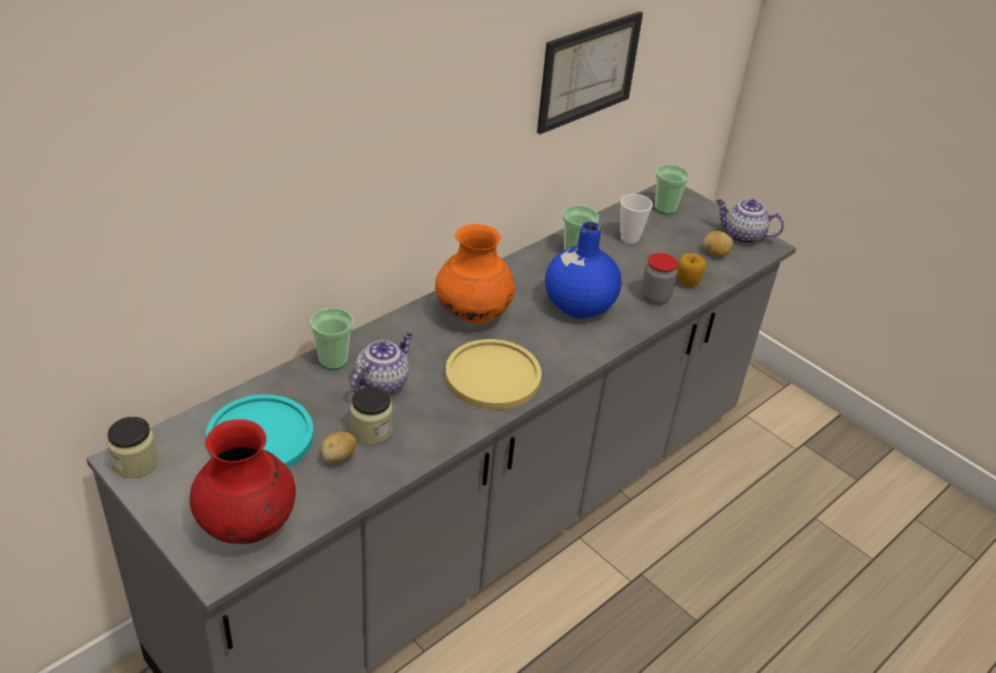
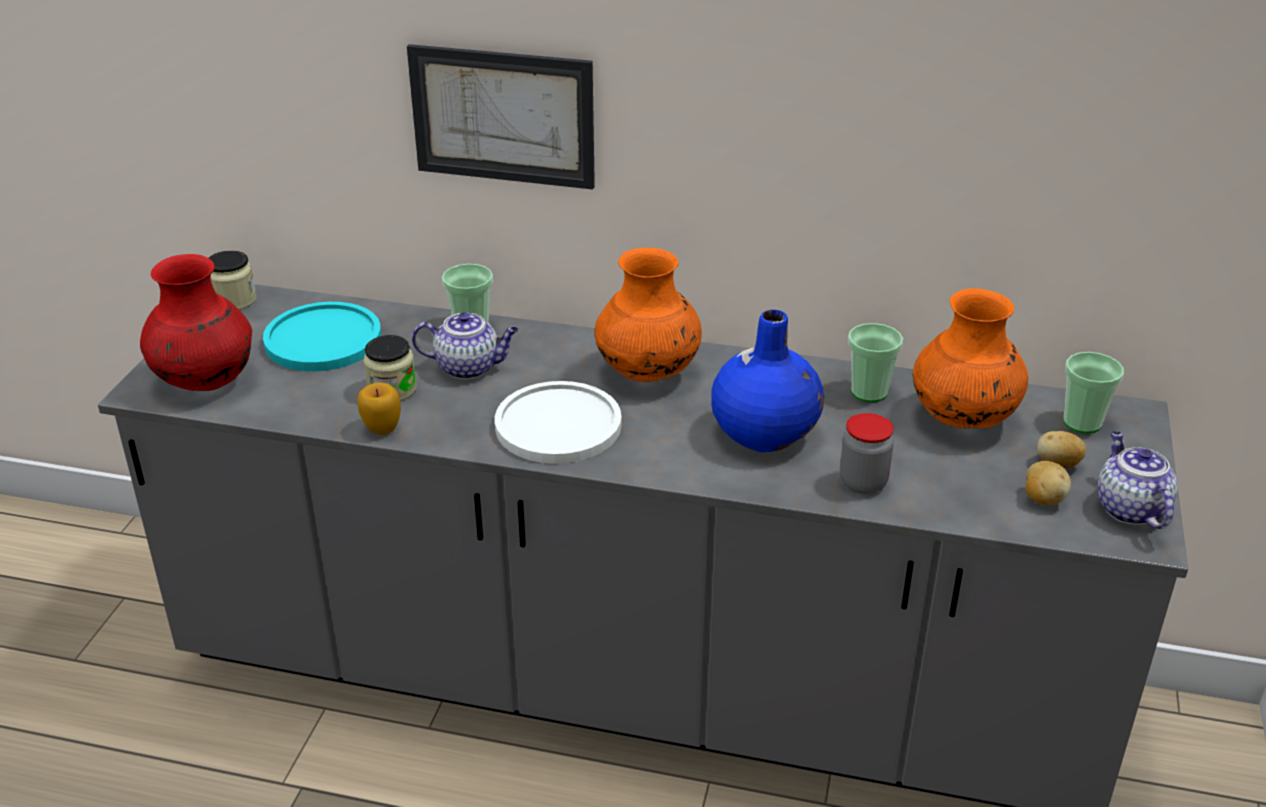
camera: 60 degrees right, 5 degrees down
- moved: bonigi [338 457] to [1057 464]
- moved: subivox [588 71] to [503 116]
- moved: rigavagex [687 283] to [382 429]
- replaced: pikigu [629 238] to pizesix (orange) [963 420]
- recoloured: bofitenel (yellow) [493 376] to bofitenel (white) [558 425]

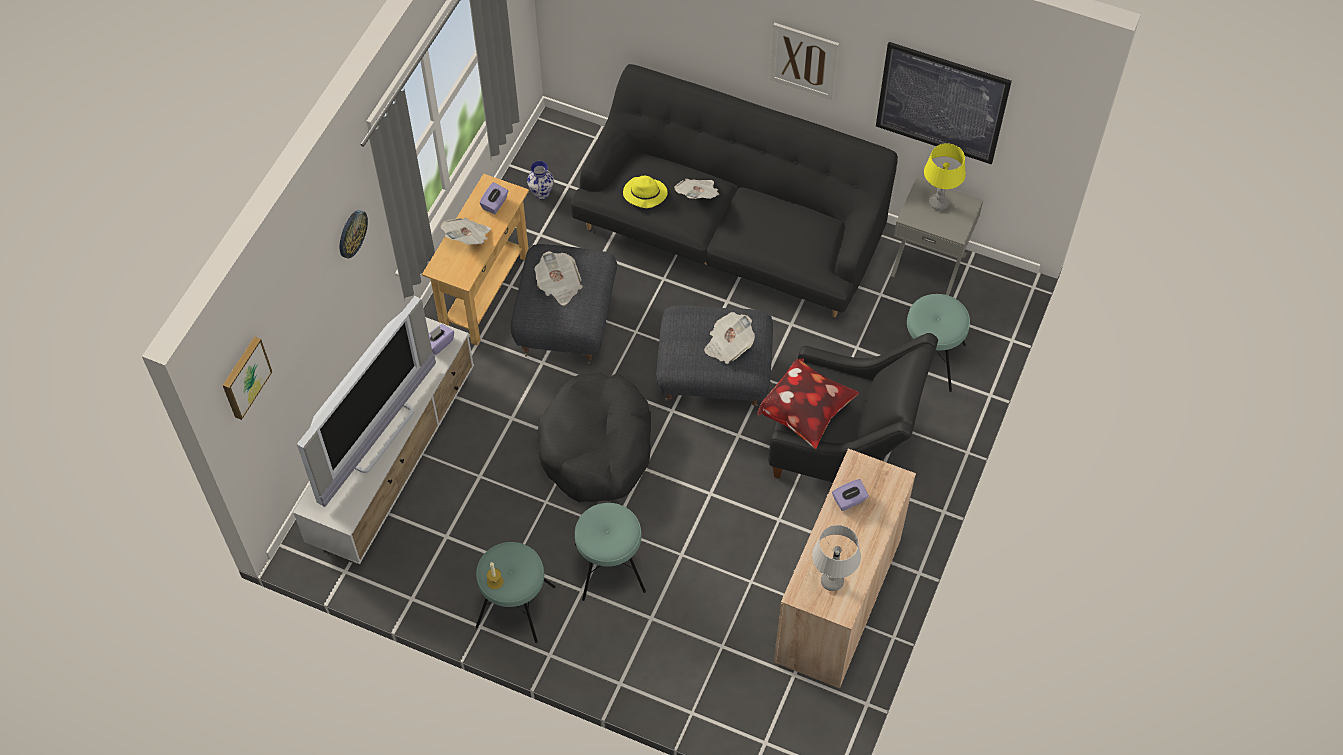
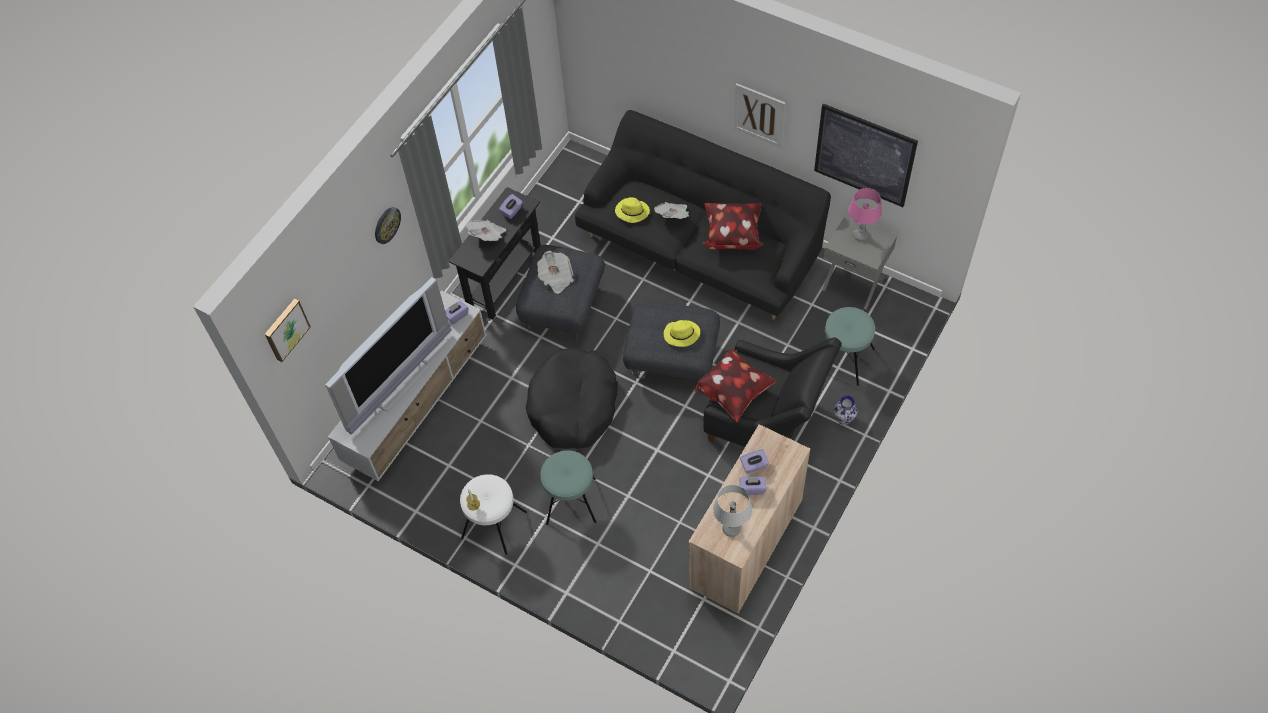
camera: 10 degrees right, 0 degrees up
- added: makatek [732 234]
- added: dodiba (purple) [752 488]
- moved: pizesix [542 193] to [844 419]
- replaced: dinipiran [728 345] to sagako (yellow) [681 335]
- recoloured: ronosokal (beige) [485 293] to ronosokal (black) [504 280]
- recoloured: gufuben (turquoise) [515 606] to gufuben (white) [494 525]
- recoloured: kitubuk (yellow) [938 203] to kitubuk (pink) [860 235]

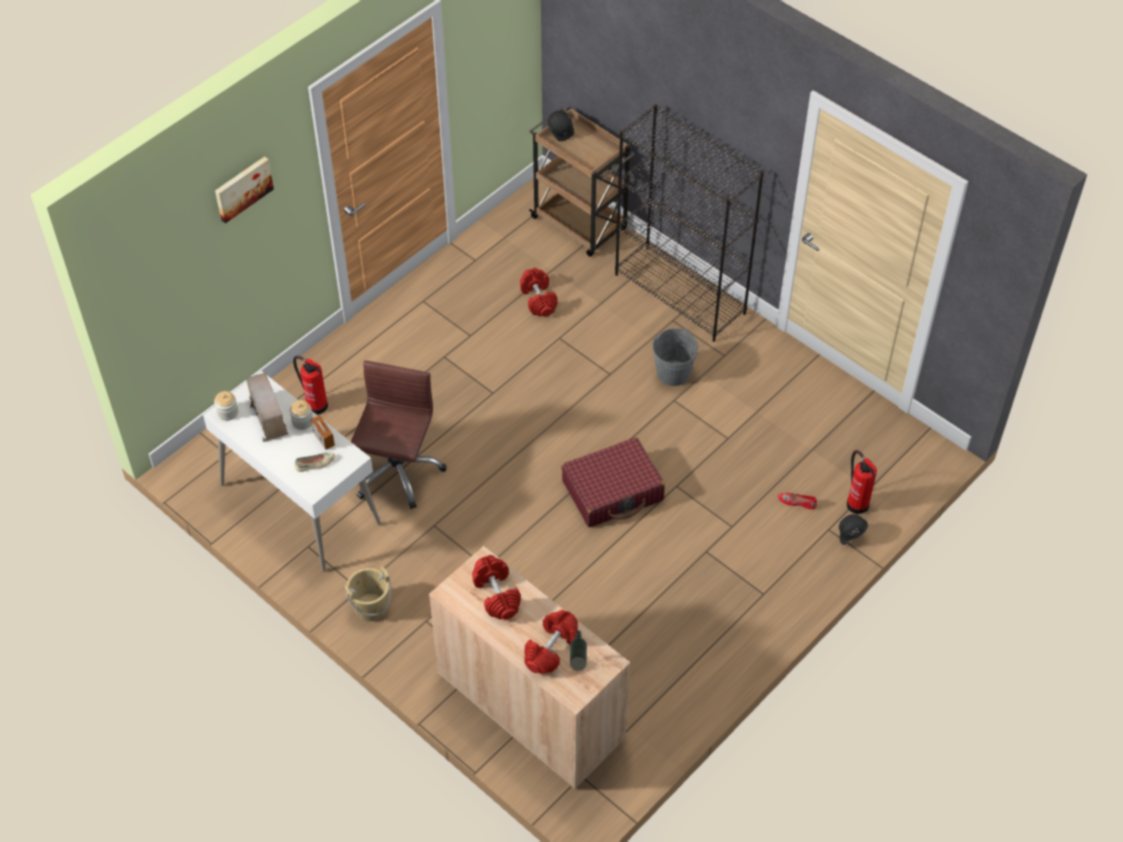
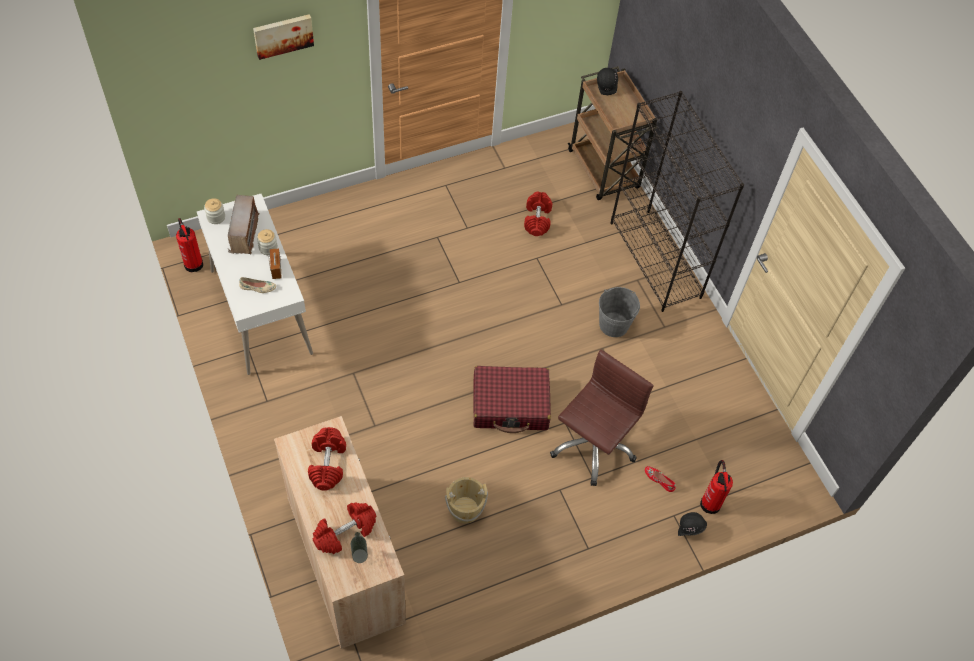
camera: 20 degrees right, 5 degrees up
- moved: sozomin [315 404] to [193 263]
- moved: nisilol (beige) [371 607] to [465 509]
- moved: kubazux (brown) [397 472] to [592 445]

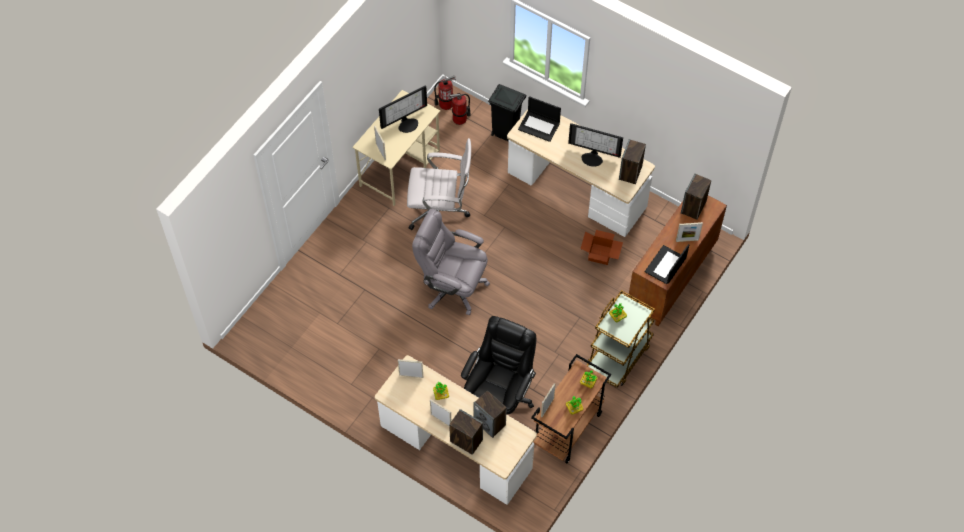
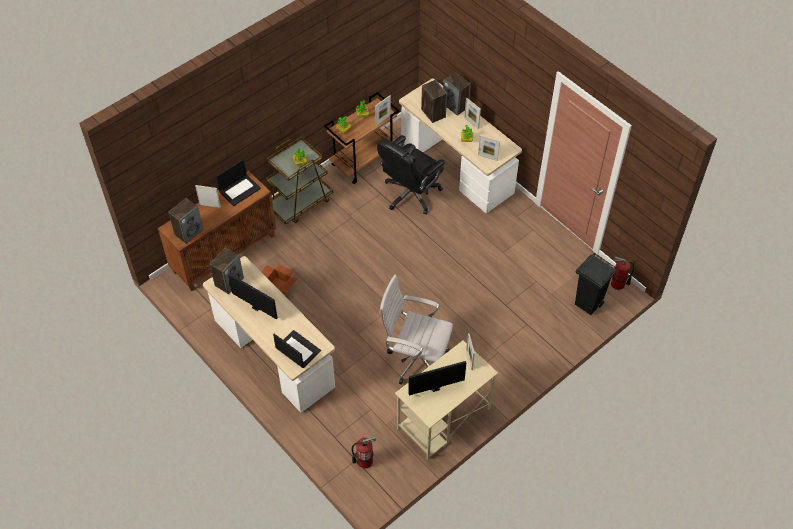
camera: 165 degrees left, 5 degrees down
- removed: kubazux (grey) [452 287]
- moved: sozomin [445 104] to [618 284]
- moved: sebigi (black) [505 133] to [588 304]

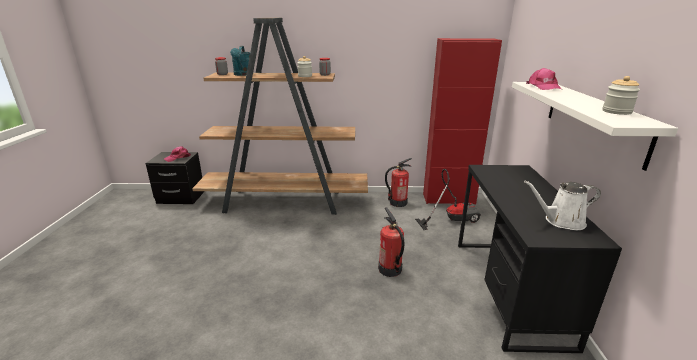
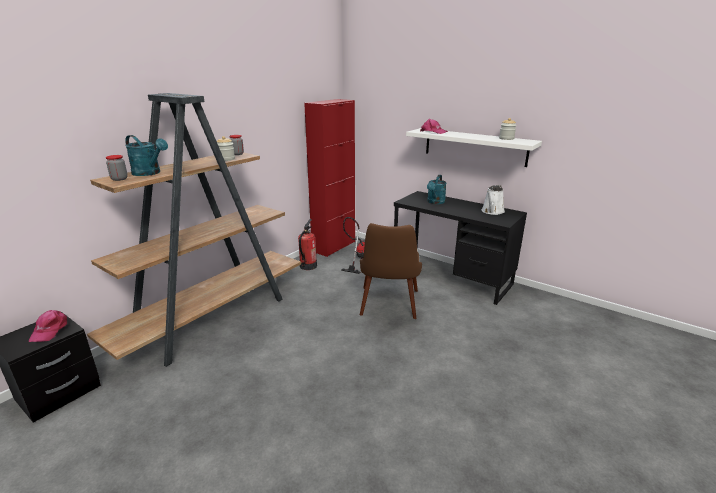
camera: 55 degrees left, 0 degrees up
- added: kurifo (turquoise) [435 202]
- replaced: sozomin [390 269] to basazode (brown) [389 307]

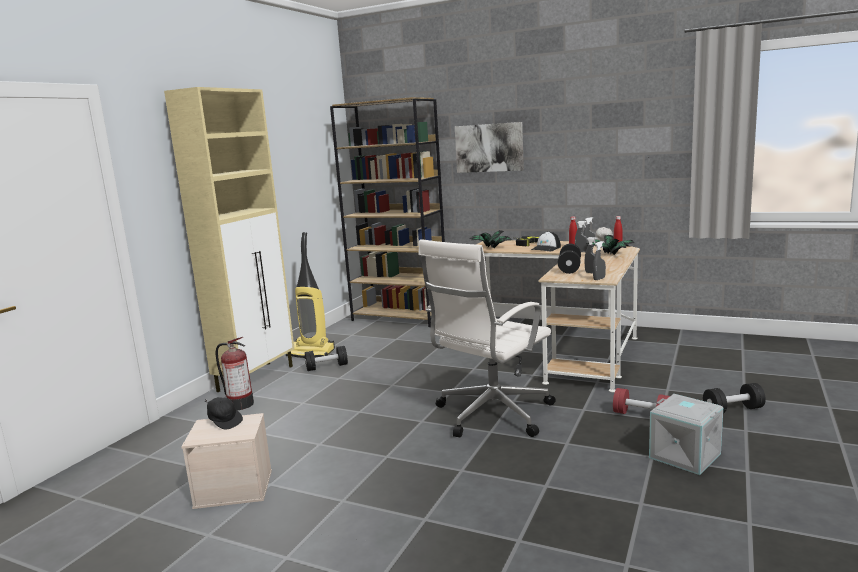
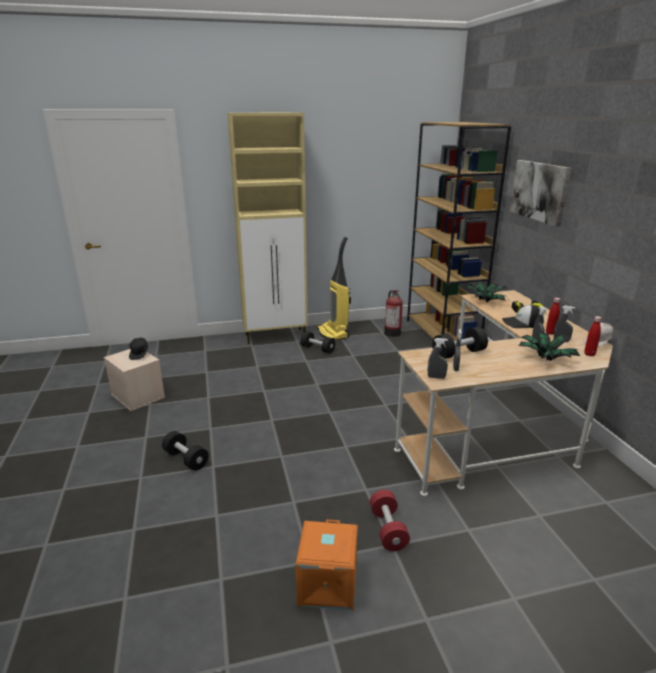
camera: 50 degrees right, 10 degrees up
- removed: kubazux (white) [491 415]
- moved: sozomin [239 404] to [392 332]
- moved: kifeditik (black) [733 410] to [186 459]
- recoloured: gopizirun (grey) [683 456] to gopizirun (orange) [326 583]

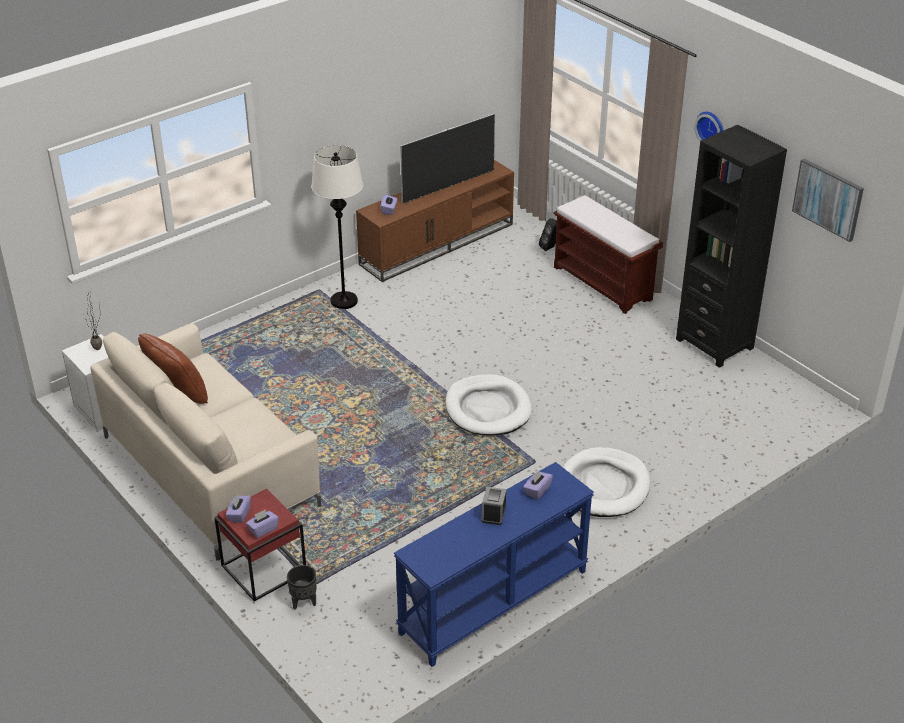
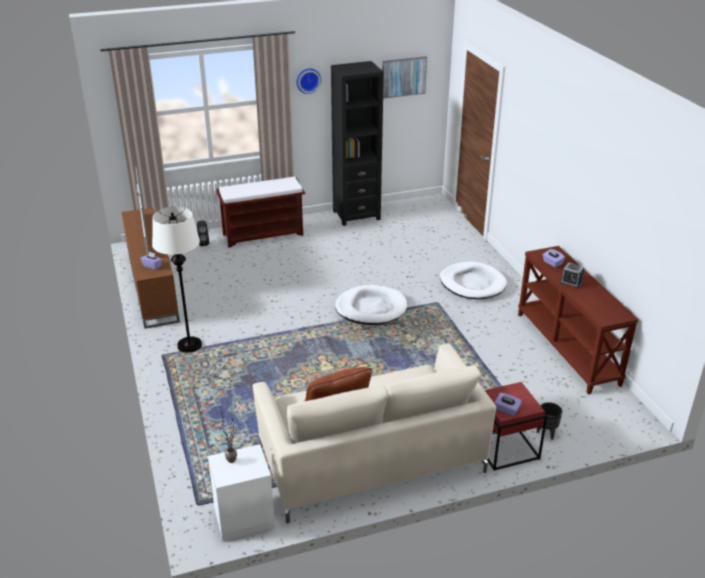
camera: 70 degrees left, 5 degrees down
- removed: dodiba (purple) [263 529]
- recoloured: ronosokal (blue) [494 603] to ronosokal (brown) [568 348]

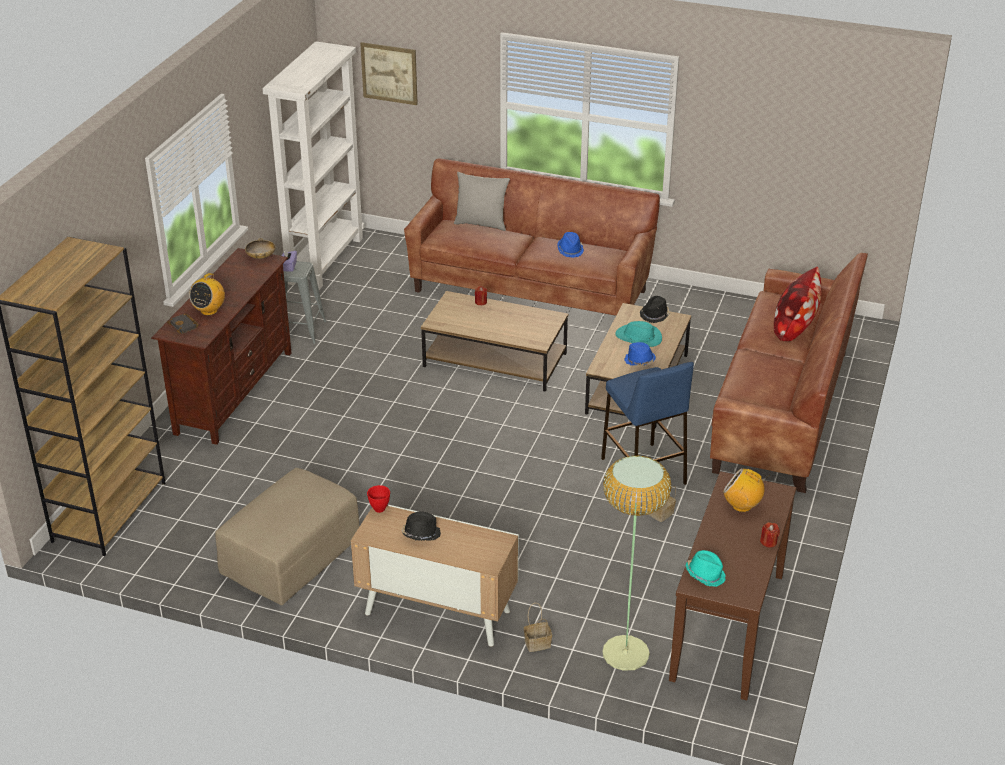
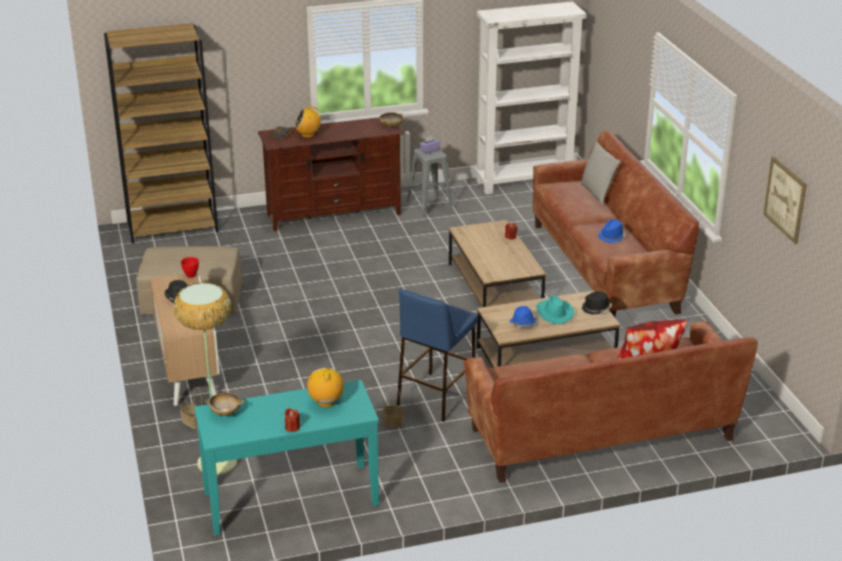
camera: 55 degrees right, 5 degrees down
- moved: subivox [389 73] to [785 199]
- replaced: sagako (turquoise) [705 574] to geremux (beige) [225 412]
- recoloured: ronosokal (brown) [728 626] to ronosokal (turquoise) [291 499]

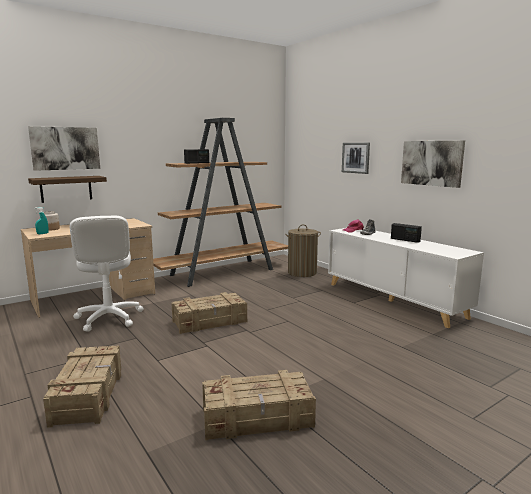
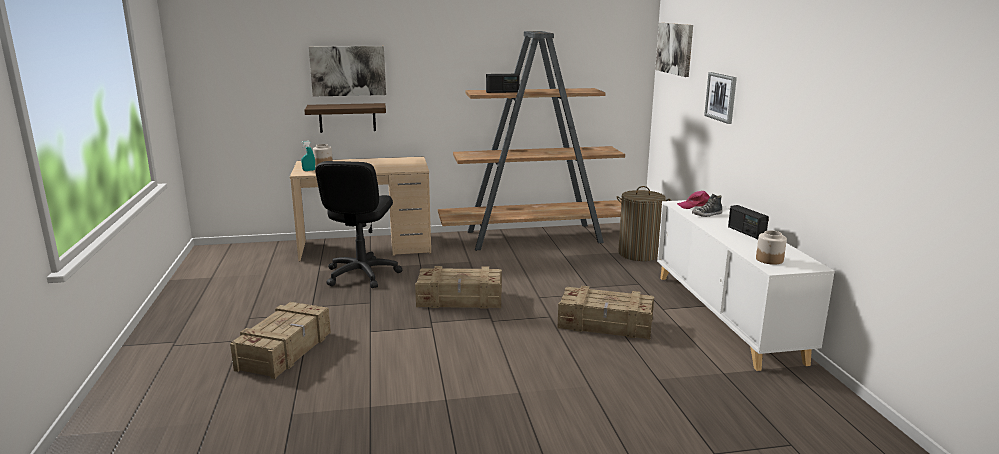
camera: 25 degrees right, 5 degrees up
- added: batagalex [769 260]
- moved: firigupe [258 418] to [606 325]
- moved: subivox [431 163] to [675 48]
- recoloured: kubazux (white) [109 318] to kubazux (black) [361 275]

